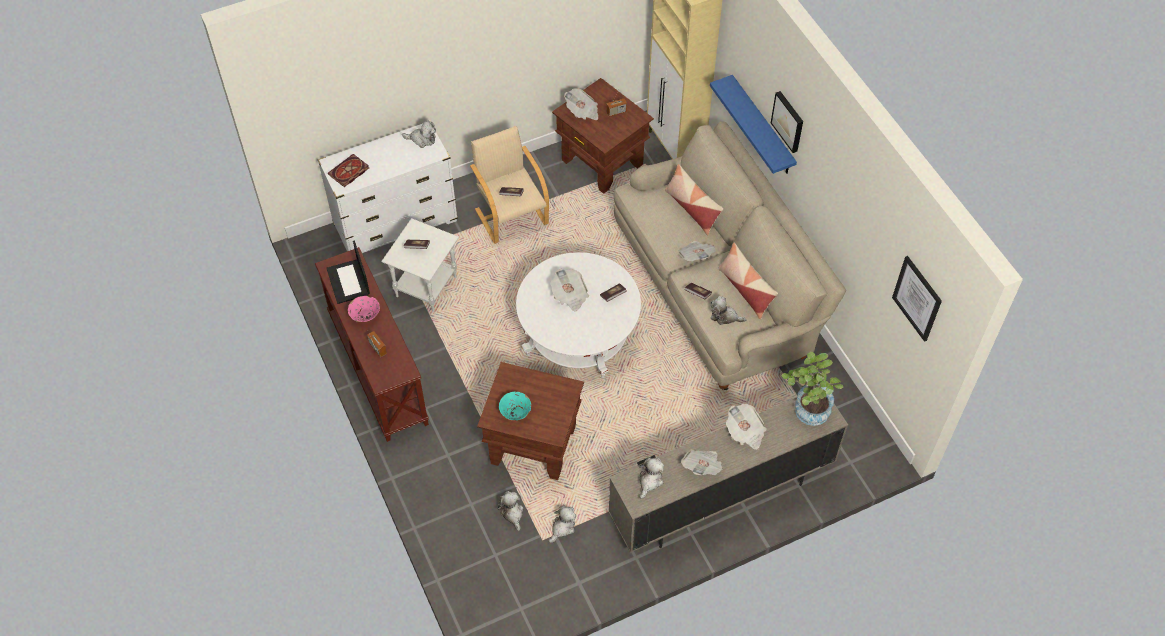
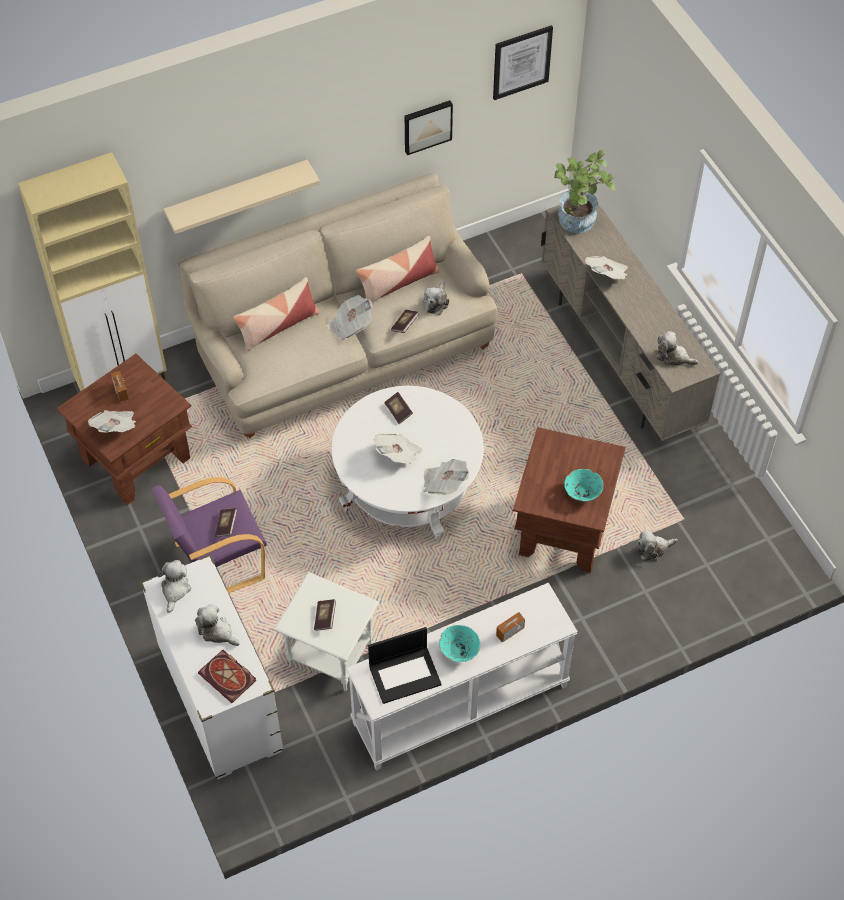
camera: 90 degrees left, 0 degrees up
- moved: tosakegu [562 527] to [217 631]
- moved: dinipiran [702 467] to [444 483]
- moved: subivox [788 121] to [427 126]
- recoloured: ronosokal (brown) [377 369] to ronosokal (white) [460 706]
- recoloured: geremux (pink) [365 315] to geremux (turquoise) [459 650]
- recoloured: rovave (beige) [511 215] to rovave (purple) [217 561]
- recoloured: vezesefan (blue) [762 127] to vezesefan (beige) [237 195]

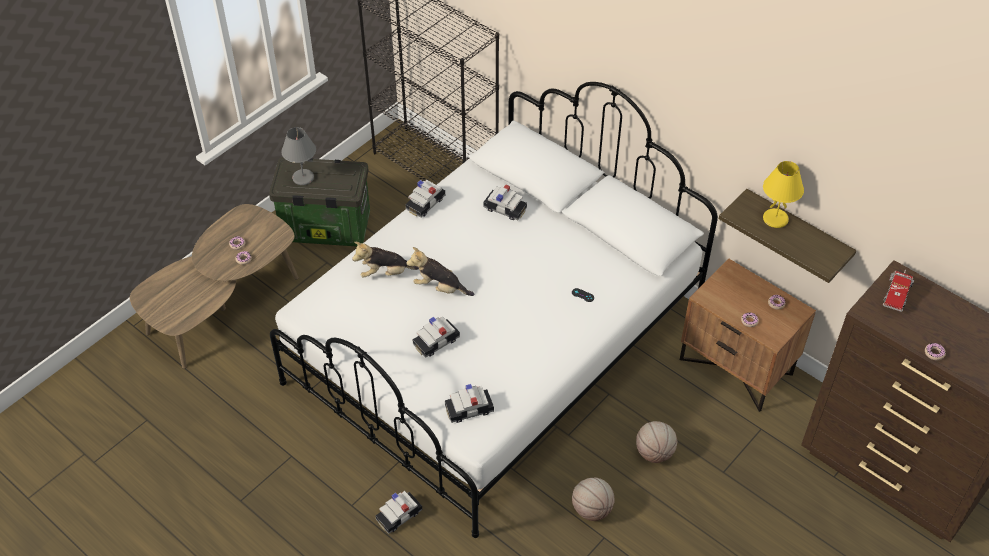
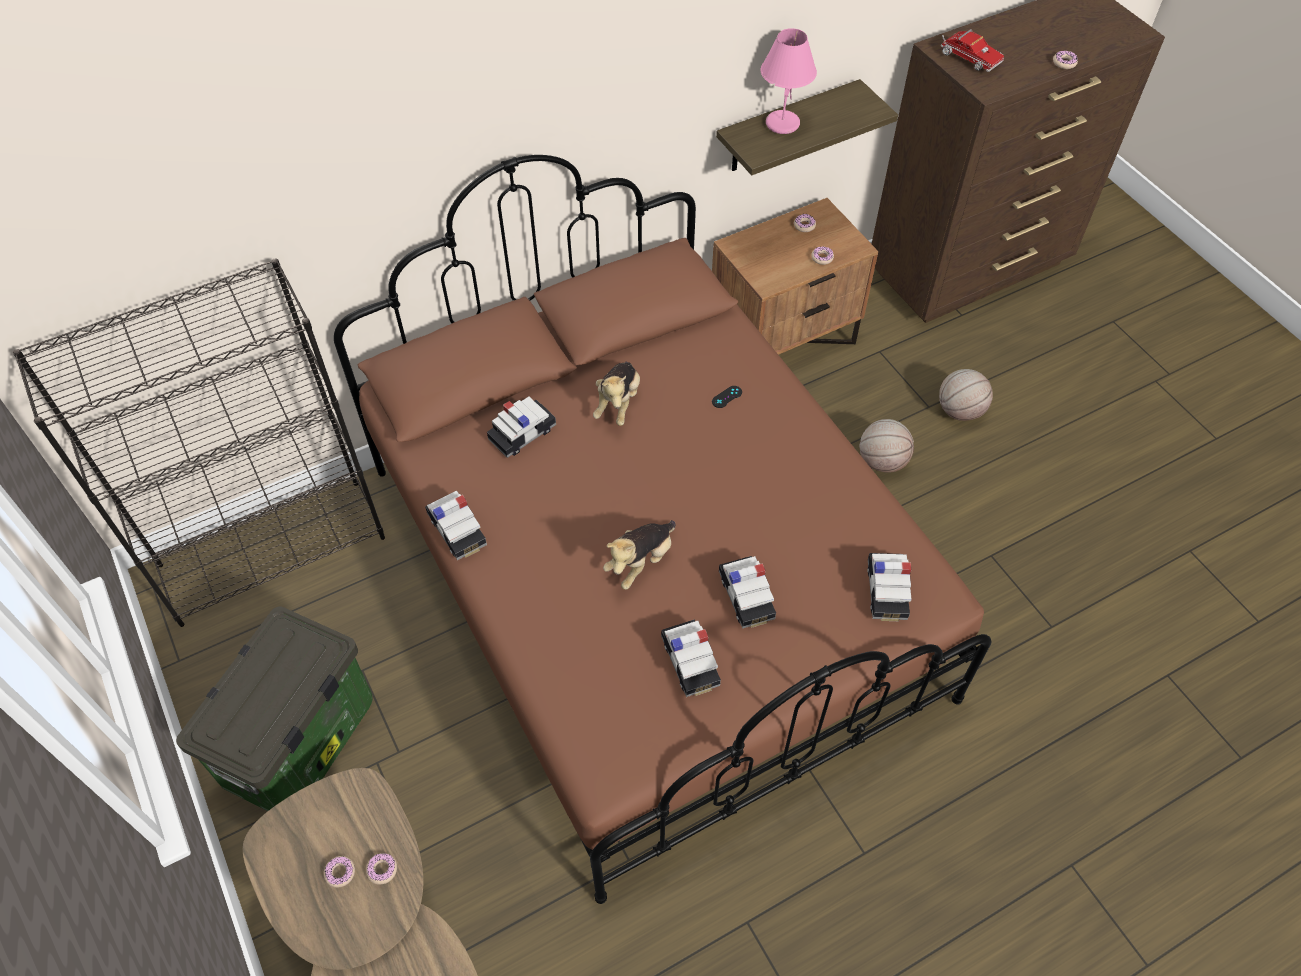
camera: 70 degrees left, 5 degrees up
- removed: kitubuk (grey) [303 178]
- moved: tosakegu [385 273] to [618 403]
- moved: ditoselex [399 516] to [690 663]
- moved: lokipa [592 509] to [959 411]
- recoloured: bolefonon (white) [495 347] to bolefonon (brown) [651 579]
- recoloured: kitubuk (yellow) [775 219] to kitubuk (pink) [782 123]

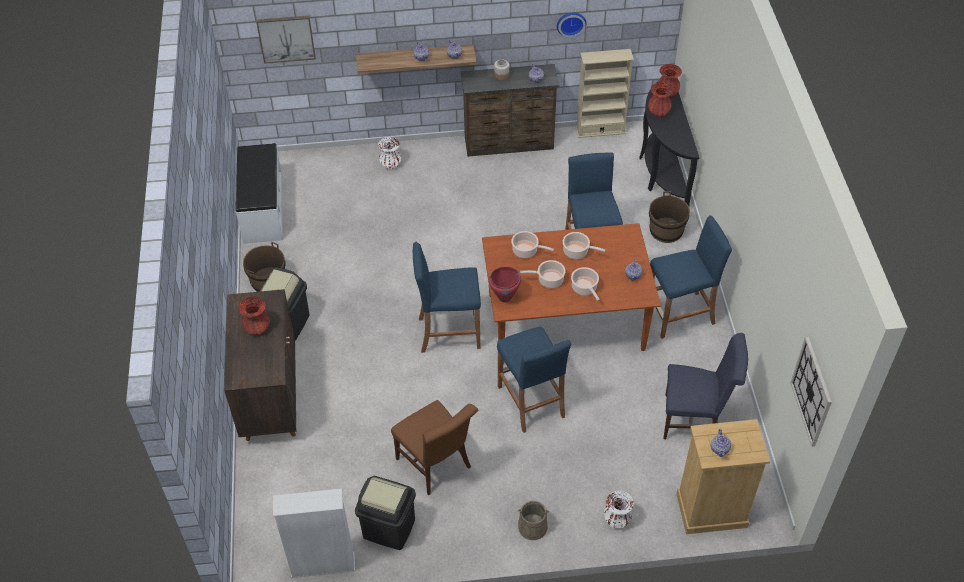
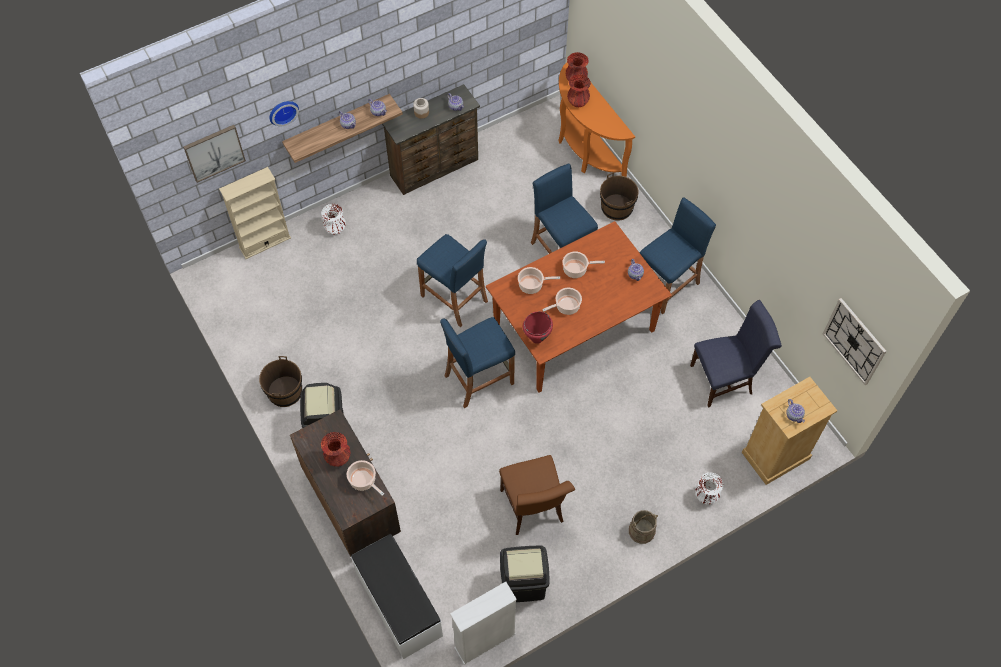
camera: 25 degrees left, 10 degrees up
- moved: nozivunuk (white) [262 209] to [398 604]
- moved: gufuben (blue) [530 401] to [454 298]
- moved: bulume [571 23] to [282 111]
- moved: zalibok [585 289] to [364 481]
- moved: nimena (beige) [600 130] to [265 242]
- recoloured: ronosokal (black) [661 172] to ronosokal (orange) [584 150]
- turned: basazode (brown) [436 465] = [533 509] 45 degrees clockwise

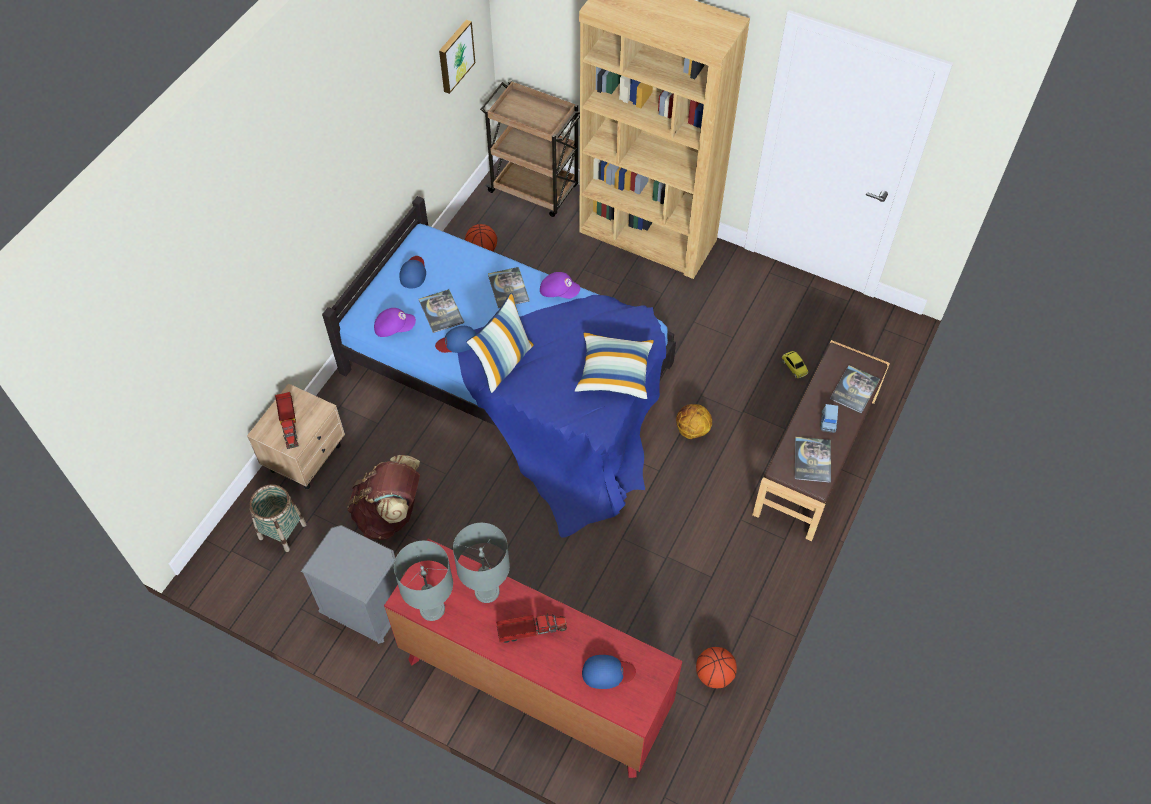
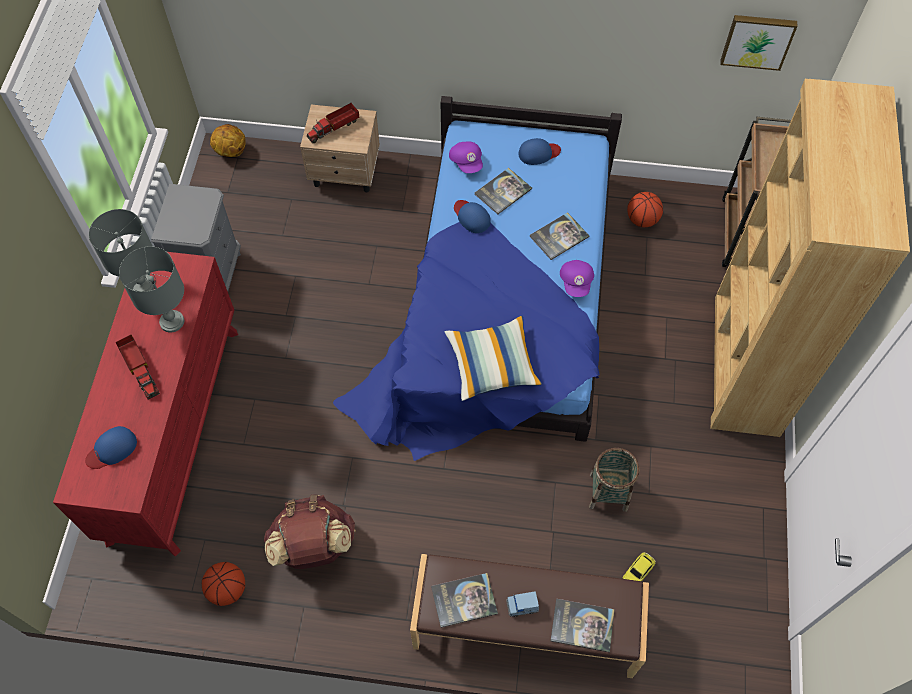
camera: 70 degrees right, 5 degrees up
- removed: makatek [503 363]
- moved: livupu [282 531] to [608 492]
- moved: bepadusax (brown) [390 514] to [313 546]
- moved: lokipa [692 430] to [230 151]
- turned: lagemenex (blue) [607 672] = [112 449] 75 degrees clockwise

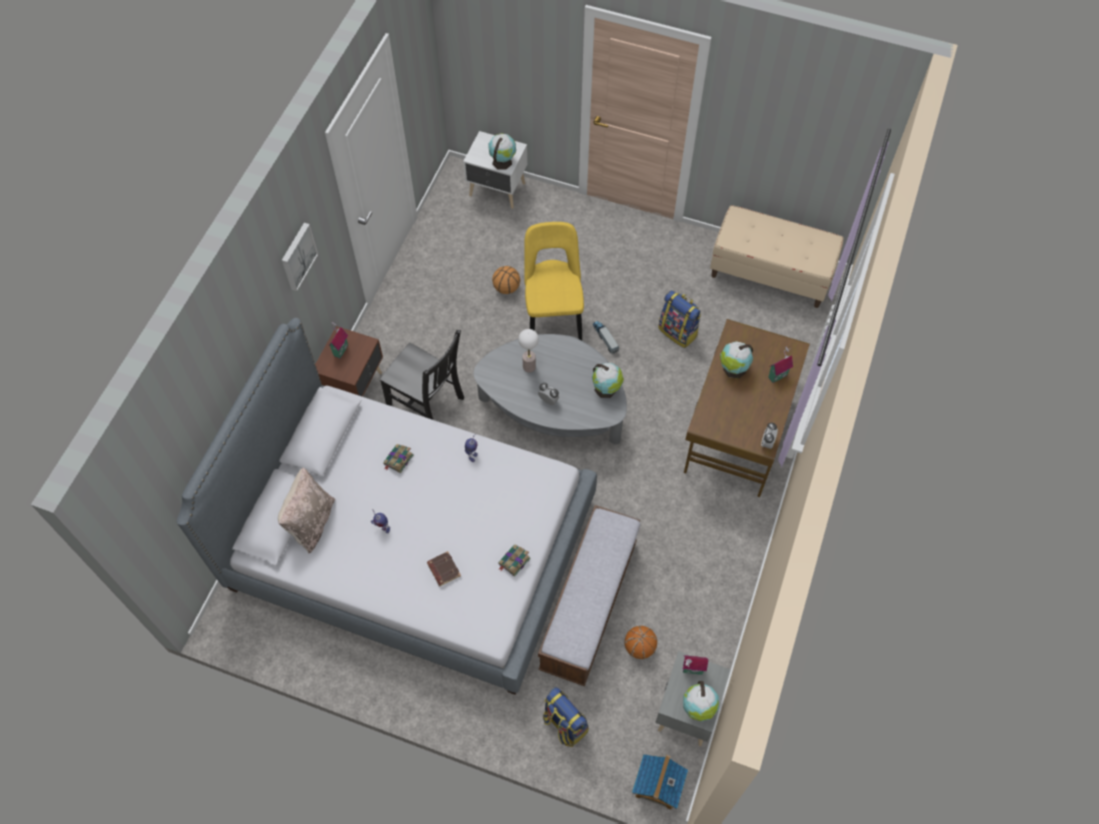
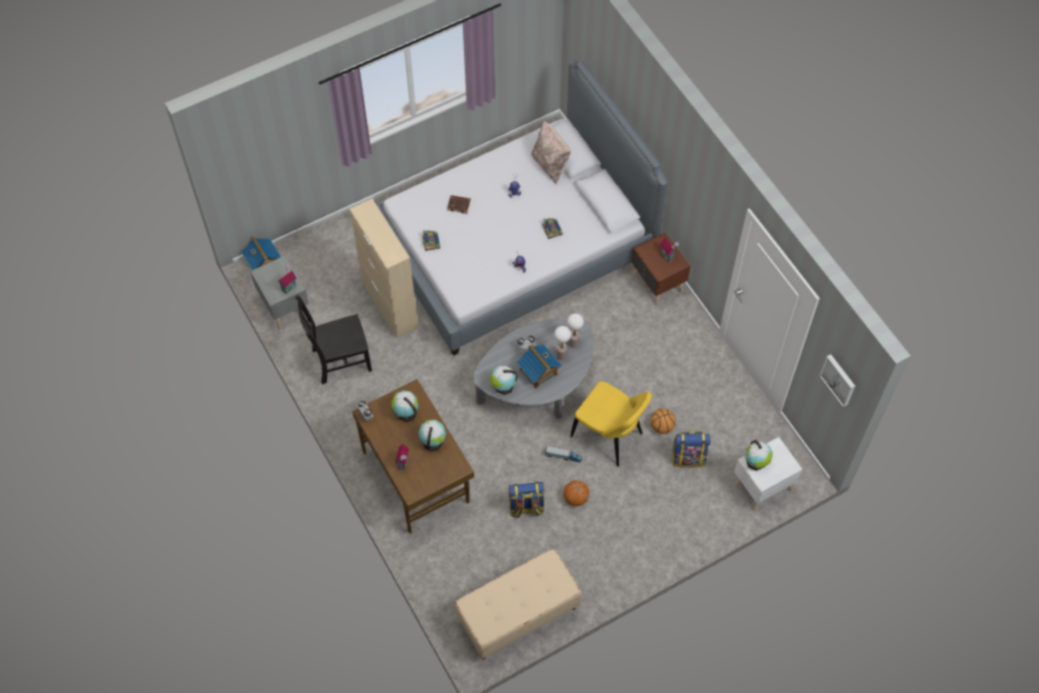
camera: 130 degrees right, 0 degrees up
- added: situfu [538 372]
- added: kitubuk [574 343]
- moved: subivox [297 256] to [839 379]
- moved: basazode (black) [427 403] to [339 360]
- moved: bepadusax [564 724] to [688 457]
- moved: lokipa [639 647] to [576 498]
- moved: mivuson [698 708] to [406 412]
- replaced: nozivunuk [589 605] to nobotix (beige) [389 305]

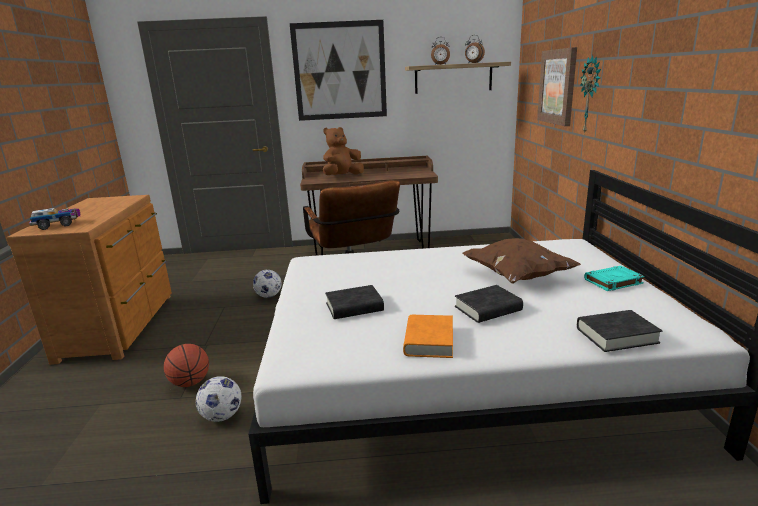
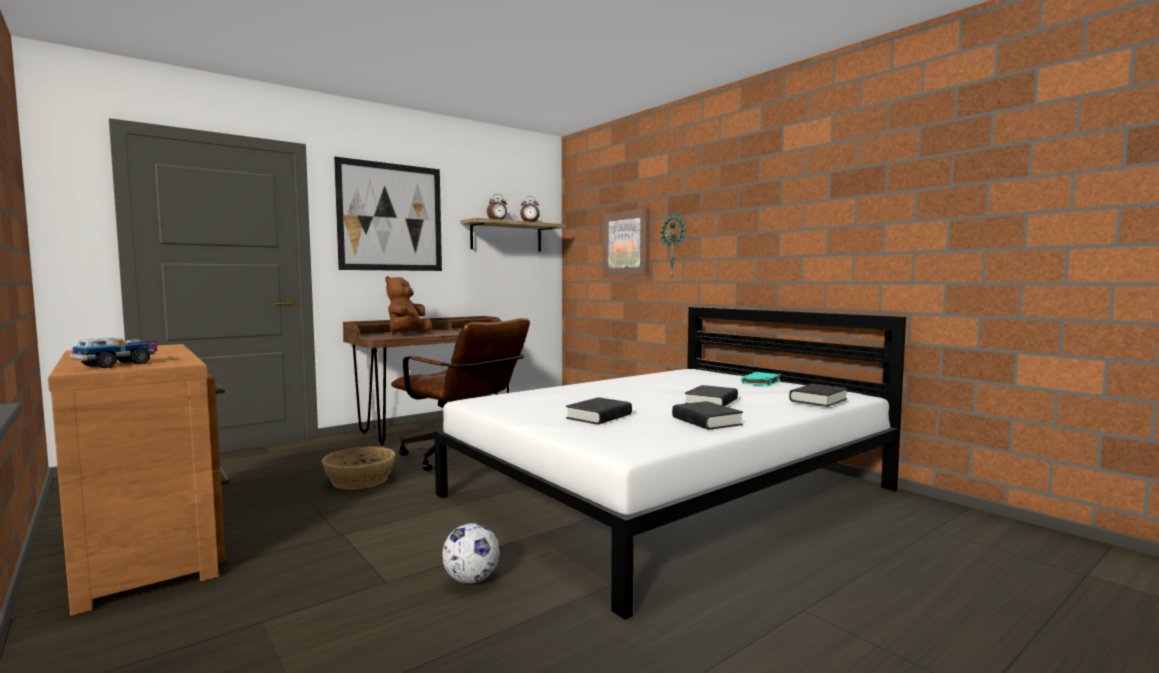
camera: 35 degrees left, 15 degrees down
- removed: lokipa [190 382]
- removed: makatek (brown) [516 276]
- replaced: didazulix [269 296] to livupu [360 480]
- recoloured: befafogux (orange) [429 341] to befafogux (black) [706 421]

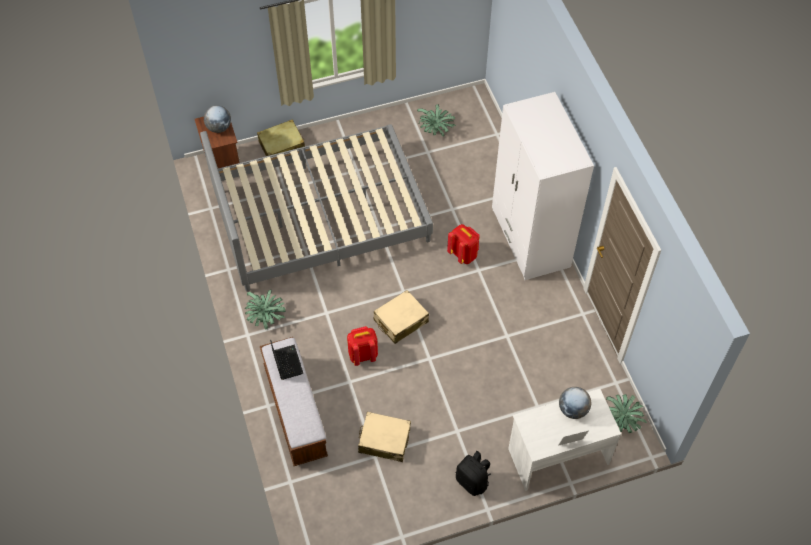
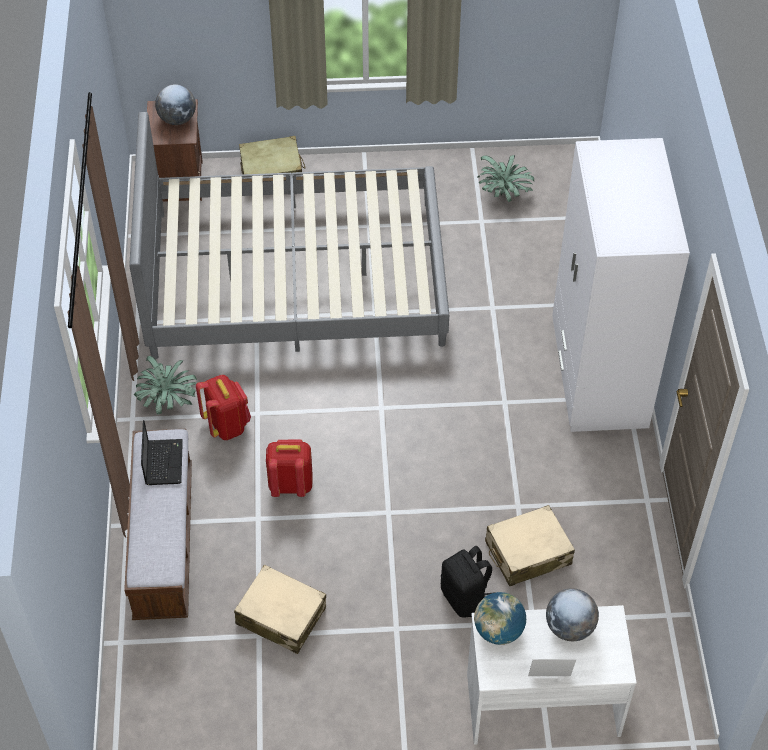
camera: 15 degrees right, 5 degrees down
- removed: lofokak [621 420]
- added: mivuson [498 631]
- moved: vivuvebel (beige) [400 321] to [527 553]
- moved: bepadusax (red) [463 254] to [227 425]
- moved: bepadusax (black) [473 481] to [465 597]

